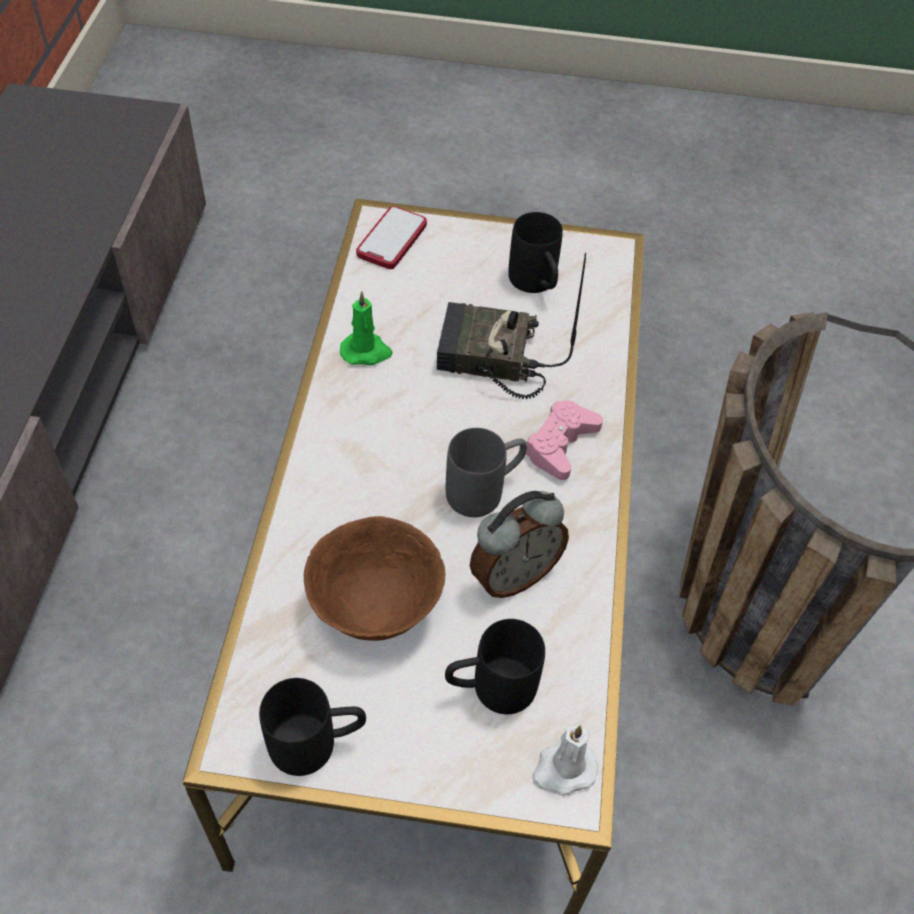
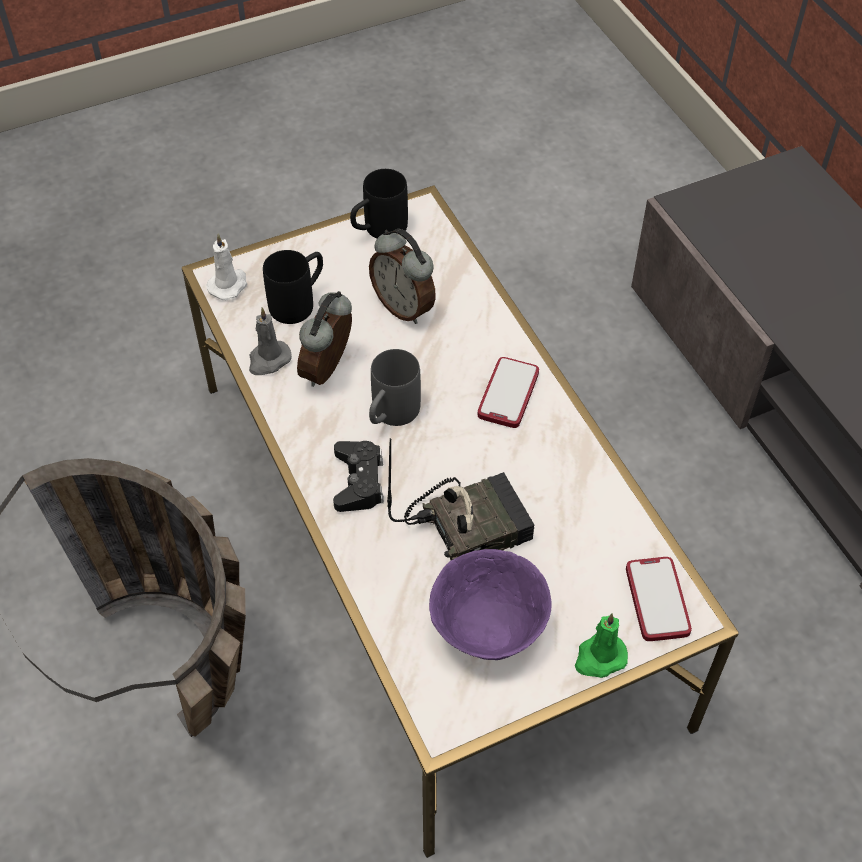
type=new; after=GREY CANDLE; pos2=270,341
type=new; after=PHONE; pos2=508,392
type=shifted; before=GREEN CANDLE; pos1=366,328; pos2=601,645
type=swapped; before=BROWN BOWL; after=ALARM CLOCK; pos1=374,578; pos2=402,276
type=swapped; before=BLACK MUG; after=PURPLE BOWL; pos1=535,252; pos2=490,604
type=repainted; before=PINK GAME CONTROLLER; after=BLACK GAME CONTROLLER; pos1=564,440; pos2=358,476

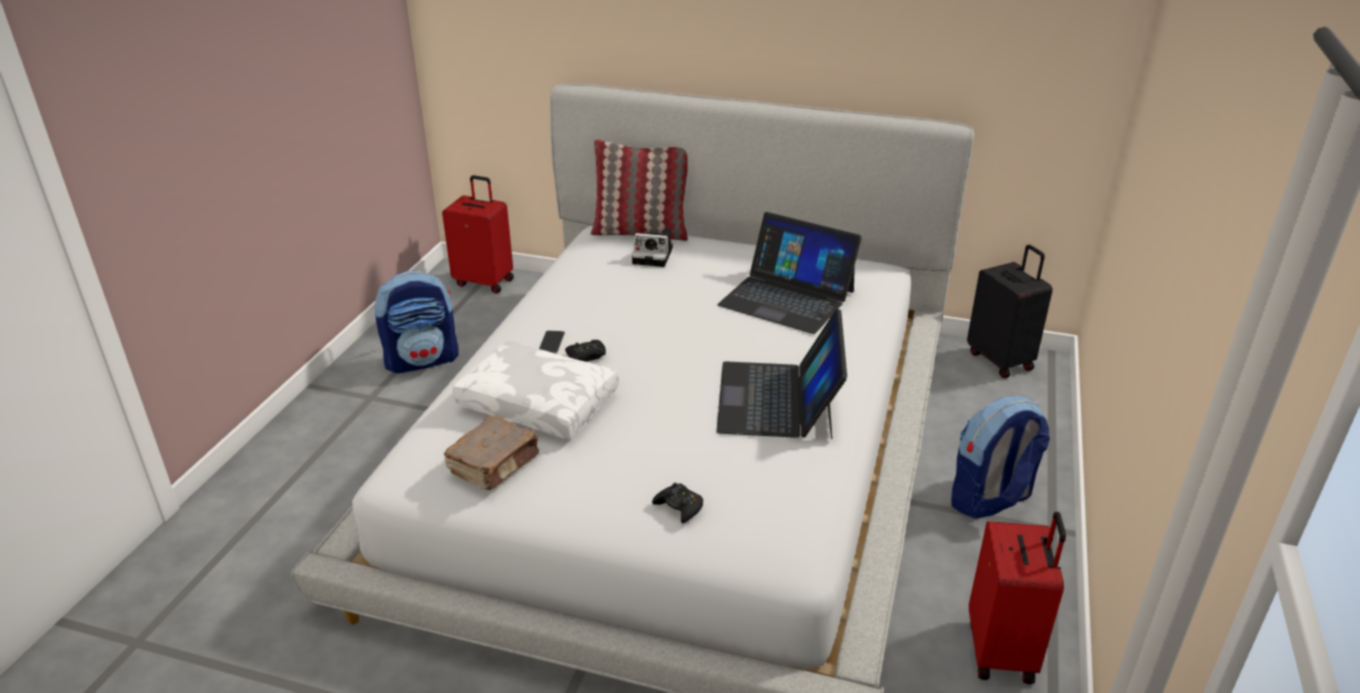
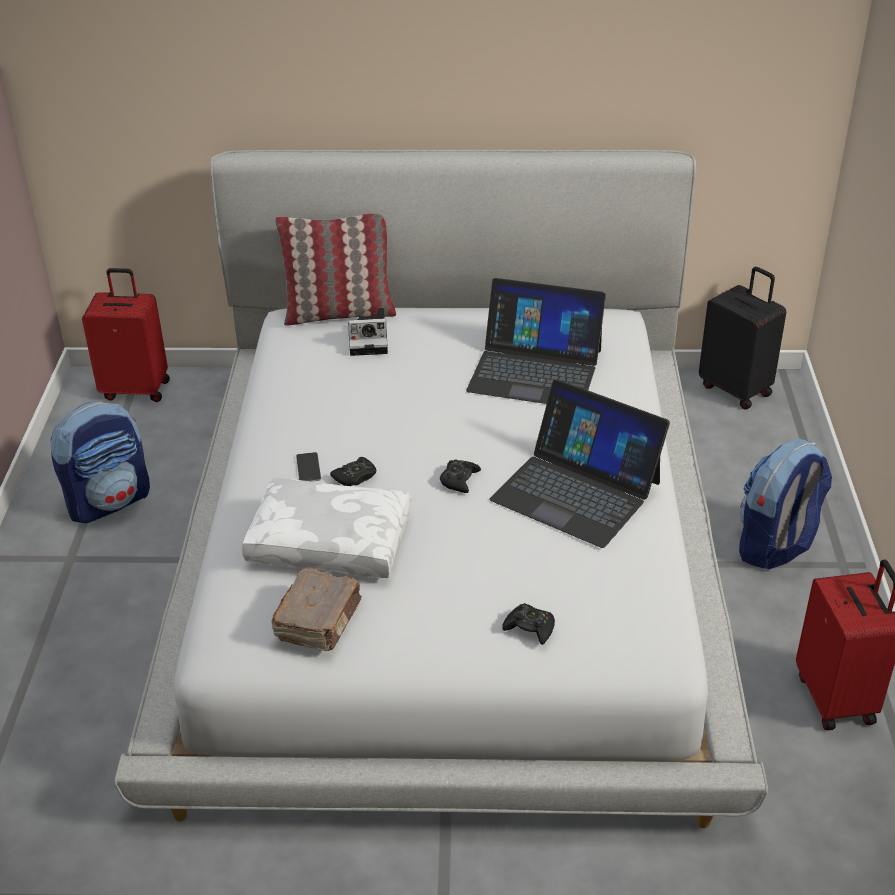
type=new; after=BLACK GAME CONTROLLER; pos2=460,476
type=rotated; before=LAPTOP; pos1=781,373; pos2=579,463; turn=-45

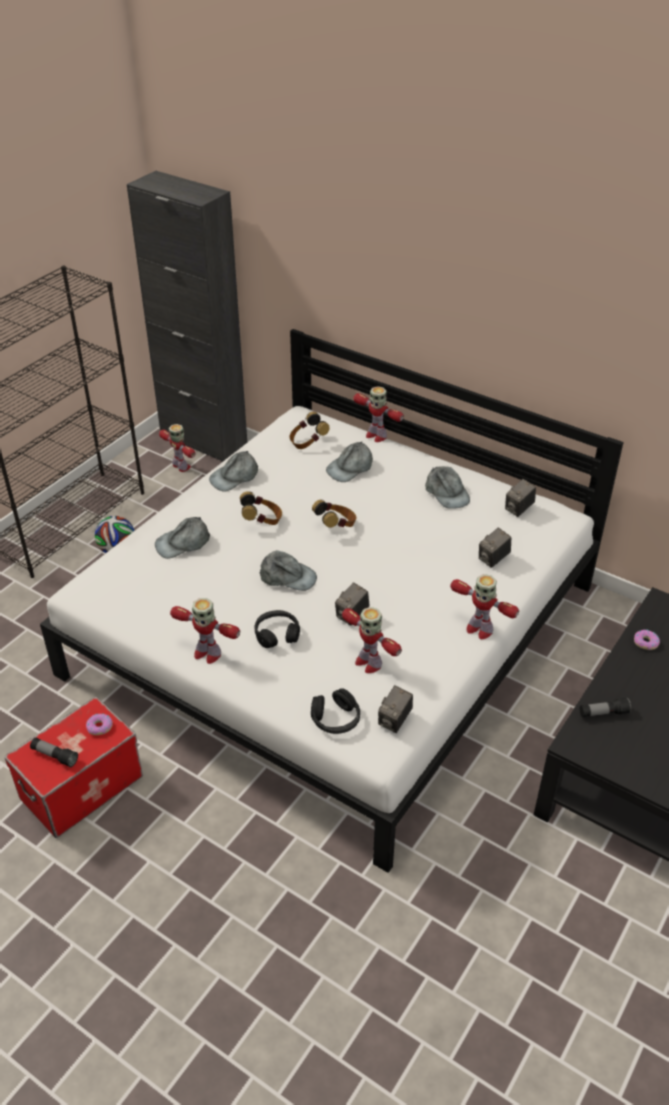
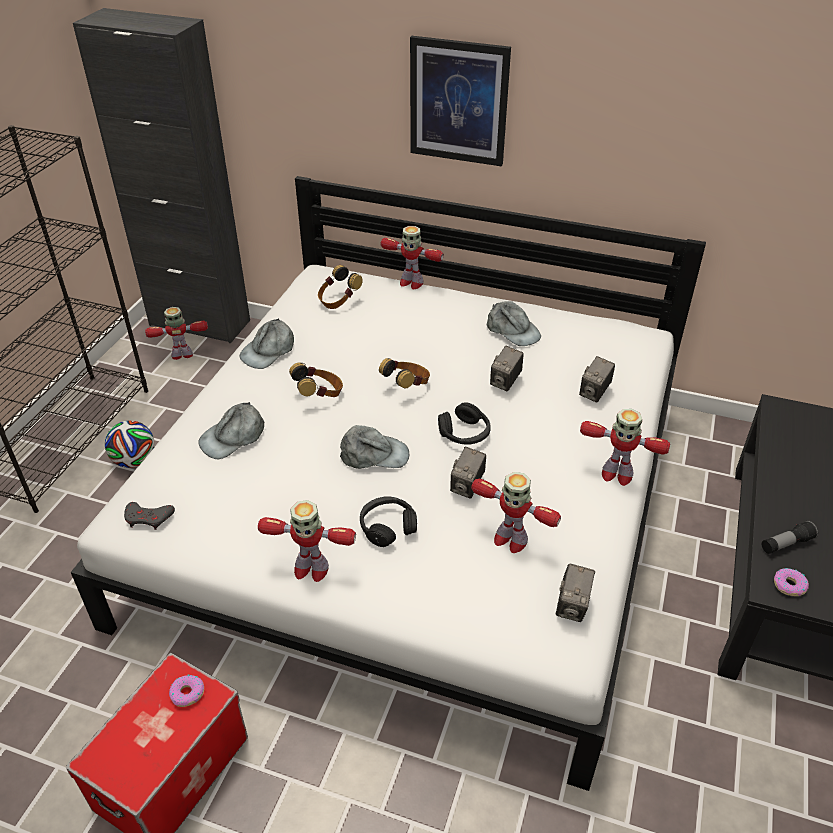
type=gone; before=FLASHLIGHT; pos1=54,752
type=gone; before=GREY CAP; pos1=349,462
type=new; after=GREY GAME CONTROLLER; pos2=149,516
type=new; after=PICTURE; pos2=460,101
type=shifted; before=BLACK HEADPHONES; pos1=335,711; pos2=464,423
type=shifted; before=PHOTO CAMERA; pos1=520,498; pos2=506,369
type=shifted; before=DONUT; pos1=647,640; pos2=791,582
type=rotated; before=TOY ROBOT; pos1=177,448; pos2=176,333; turn=-45

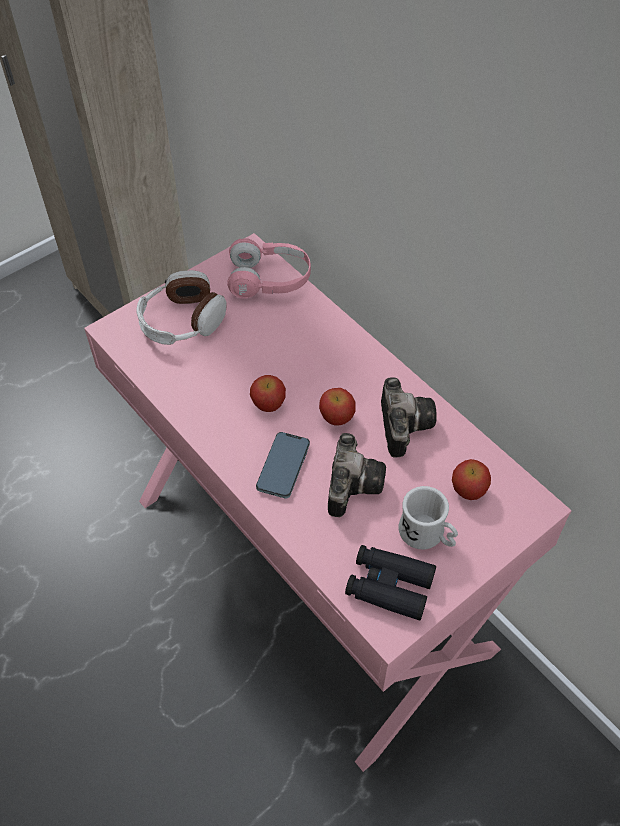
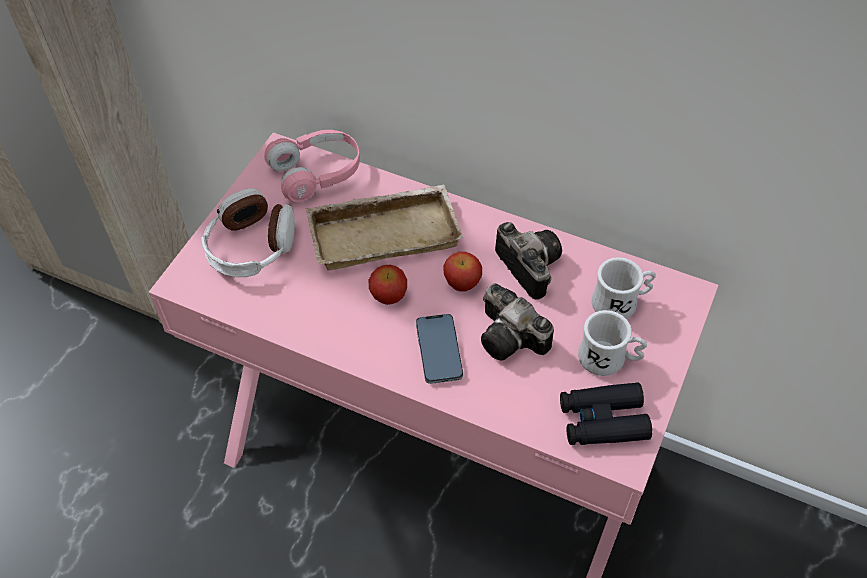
type=new; after=BEIGE TRAY; pos2=384,227
type=swapped; before=APPLE; after=WHITE MUG; pos1=471,479; pos2=624,288
type=rotated; before=PHOTO CAMERA; pos1=357,475; pos2=517,321; turn=150

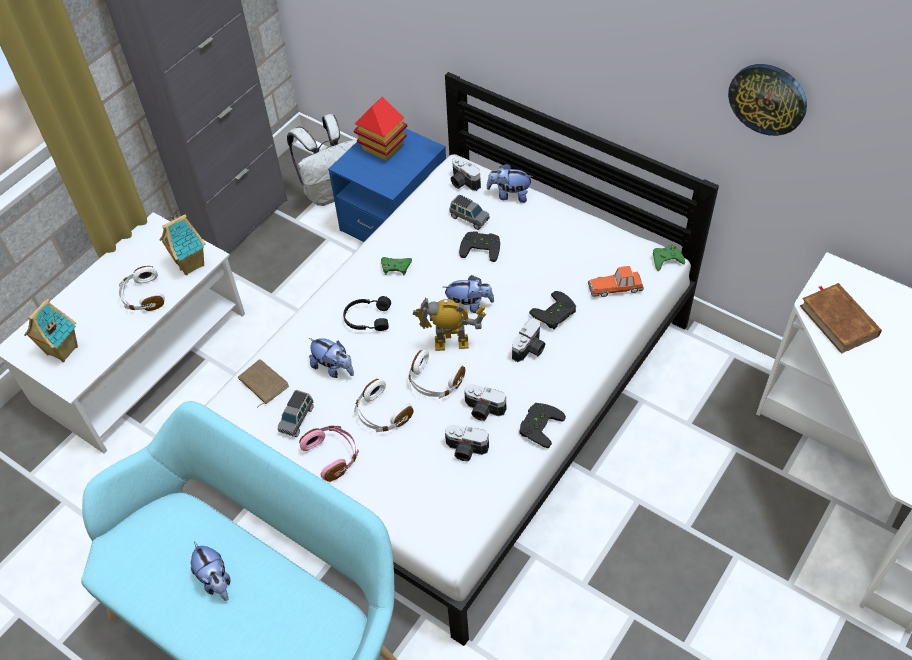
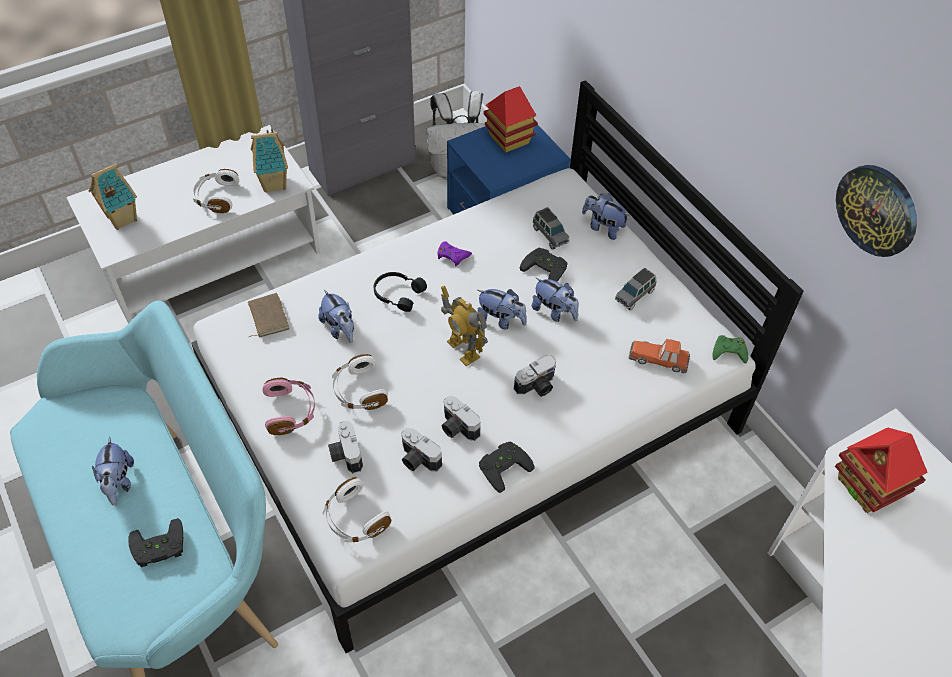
type=new; after=PLUSH TOY; pos2=555,299
type=shifted; before=GREY TOY CAR; pos1=296,413; pos2=636,289
type=shifted; before=WHITE HEADPHONES; pos1=437,374; pos2=357,509
type=shifted; before=PHOTO CAMERA; pos1=466,174; pos2=345,447
type=shifted; before=BLACK GAME CONTROLLER; pos1=552,310; pos2=155,542
type=swapped; before=BROWN BOOK; after=TOY HOUSE; pos1=841,318; pos2=881,470
type=repainted; before=GREEN GAME CONTROLLER; after=PURPLE GAME CONTROLLER; pos1=396,266; pos2=454,253
type=rotated; before=TOY ROBOT; pos1=449,324; pos2=464,325; turn=-150

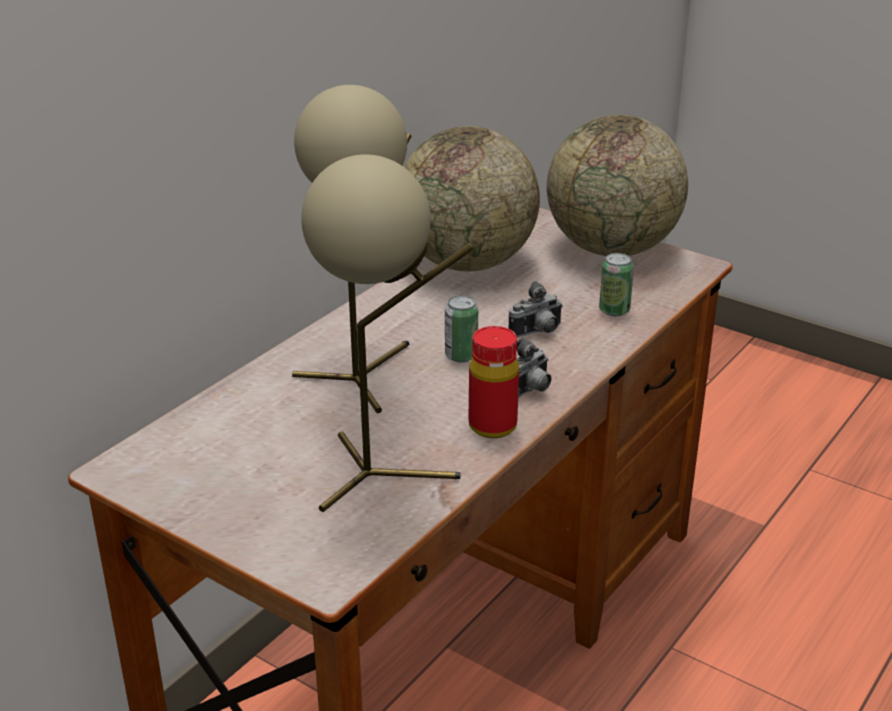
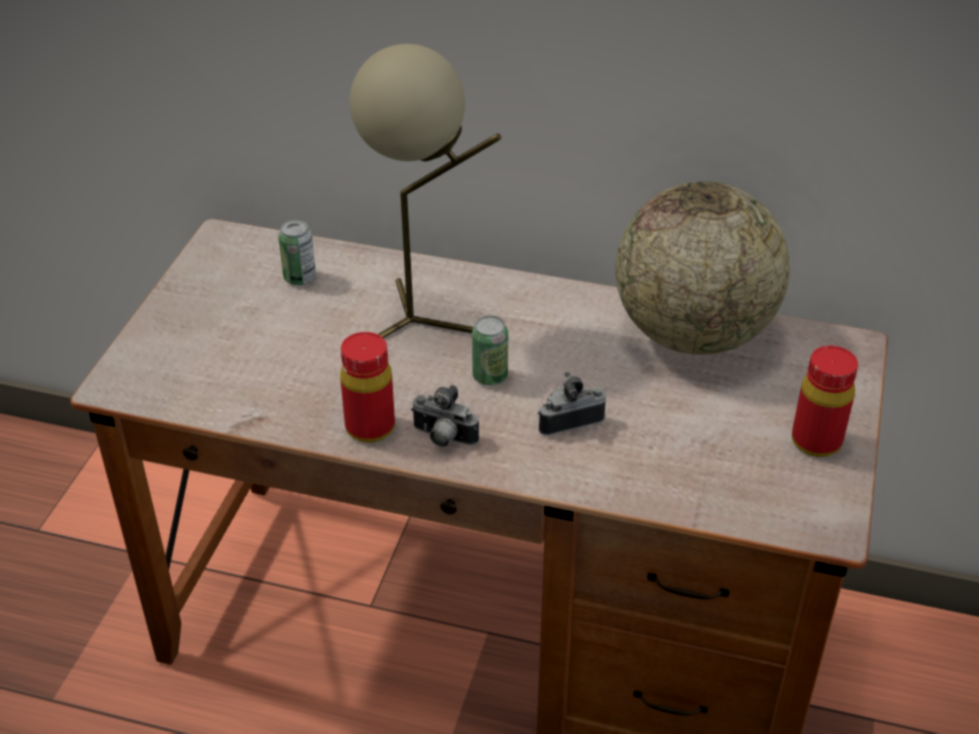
type=gone; before=BEIGE TABLE LAMP; pos1=388,333
type=shifted; before=CAN; pos1=616,284; pos2=297,252
type=swapped; before=GLOBE; after=RED BOTTLE; pos1=617,185; pos2=825,401
type=rotated; before=PHOTO CAMERA; pos1=536,309; pos2=572,404; turn=120

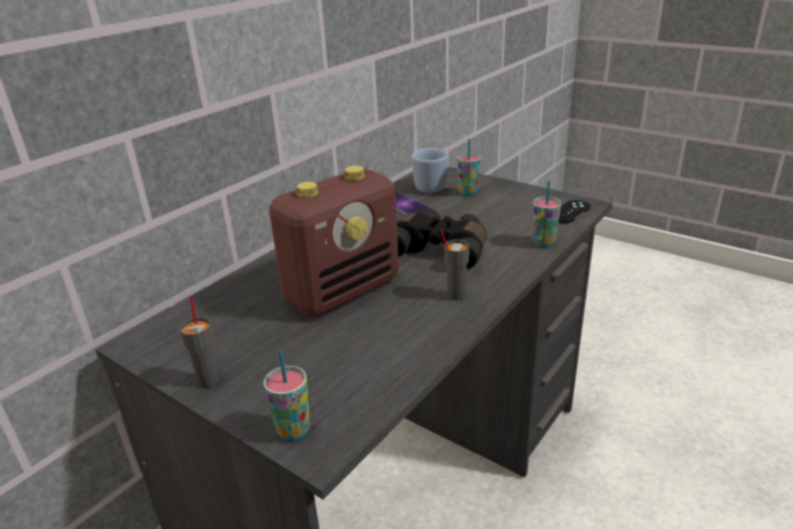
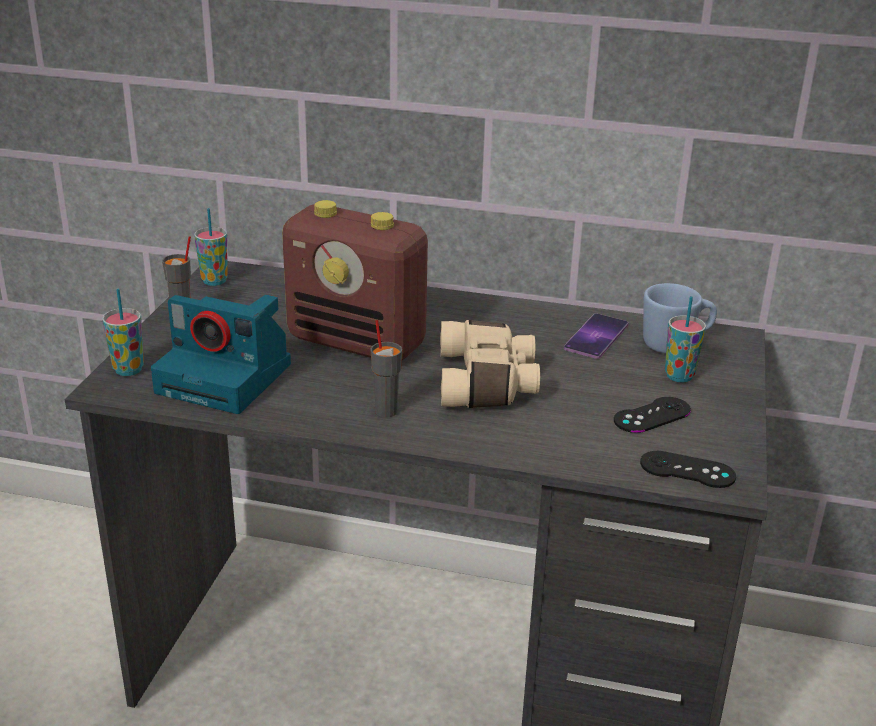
type=new; after=PHOTO CAMERA; pos2=221,354
type=new; after=BLACK GAME CONTROLLER; pos2=652,415
type=shifted; before=CUP; pos1=546,214; pos2=211,247
type=repainted; before=BLACK BINOCULARS; after=BEIGE BINOCULARS; pos1=442,239; pos2=490,364

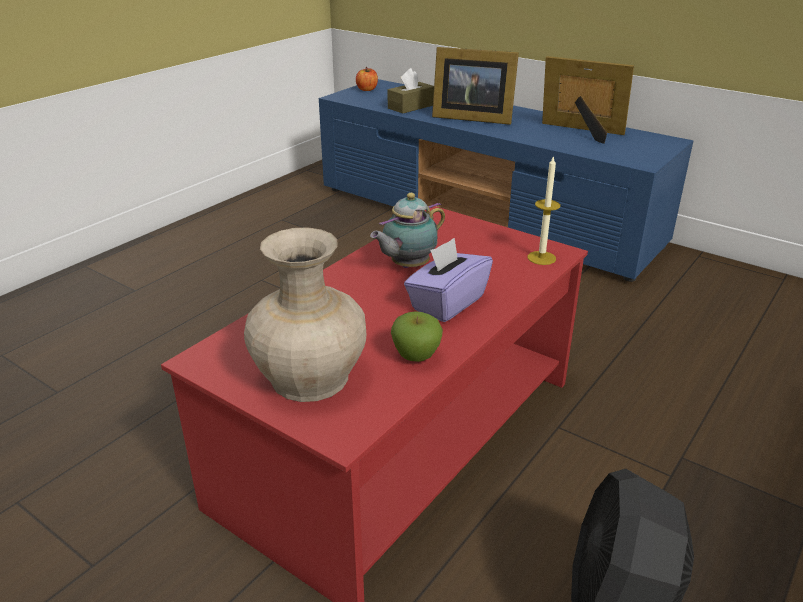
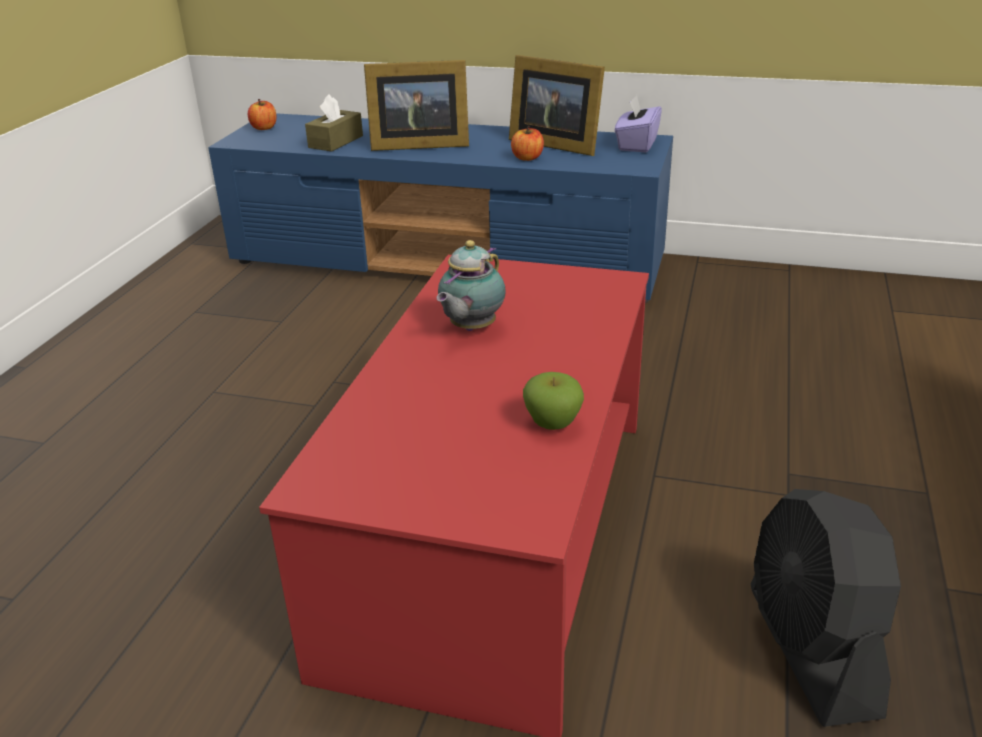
type=gone; before=BEIGE VASE; pos1=305,314
type=gone; before=CANDLE; pos1=544,210
type=new; after=APPLE; pos2=527,143
type=shifted; before=PURPLE TISSUE BOX; pos1=448,280; pos2=638,123
type=rotated; before=PICTURE FRAME; pos1=588,100; pos2=557,105; turn=-150

